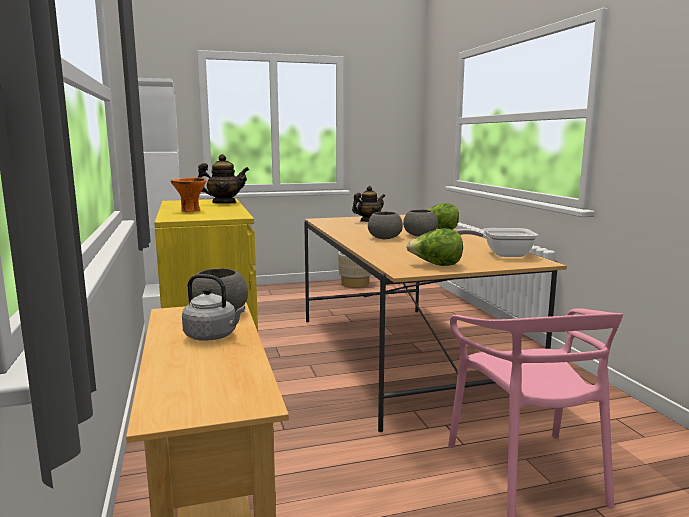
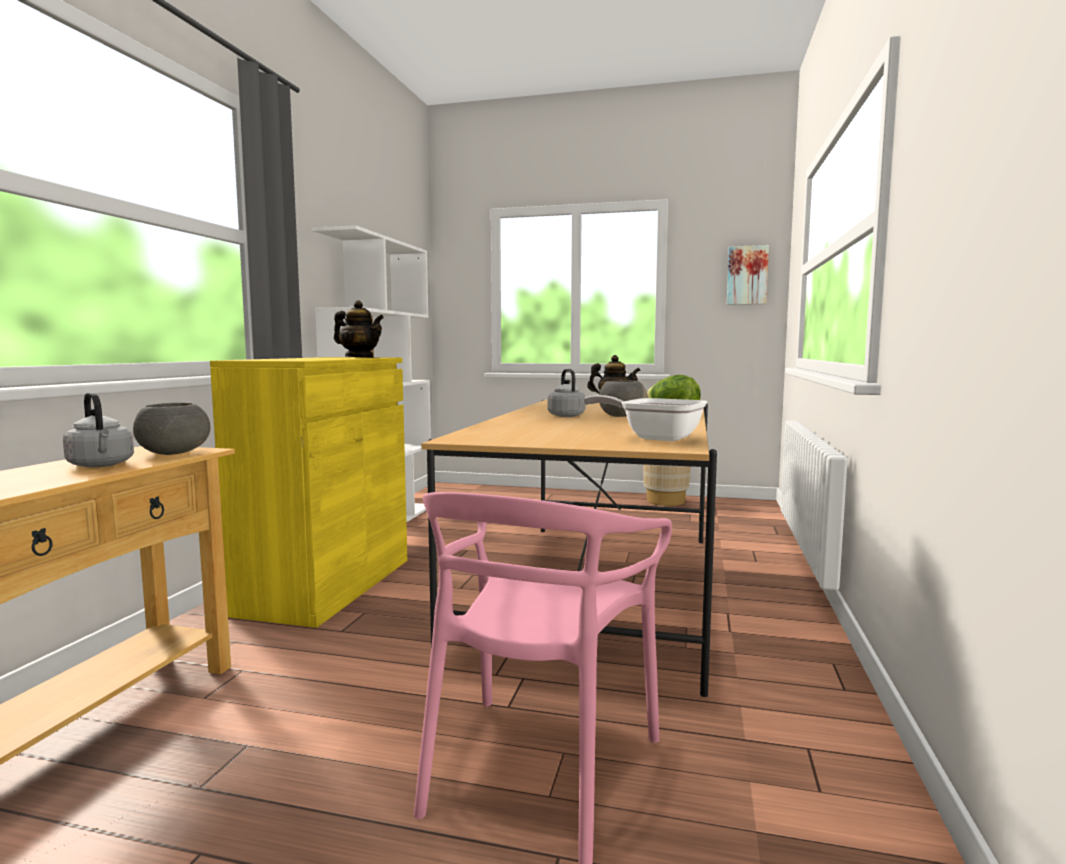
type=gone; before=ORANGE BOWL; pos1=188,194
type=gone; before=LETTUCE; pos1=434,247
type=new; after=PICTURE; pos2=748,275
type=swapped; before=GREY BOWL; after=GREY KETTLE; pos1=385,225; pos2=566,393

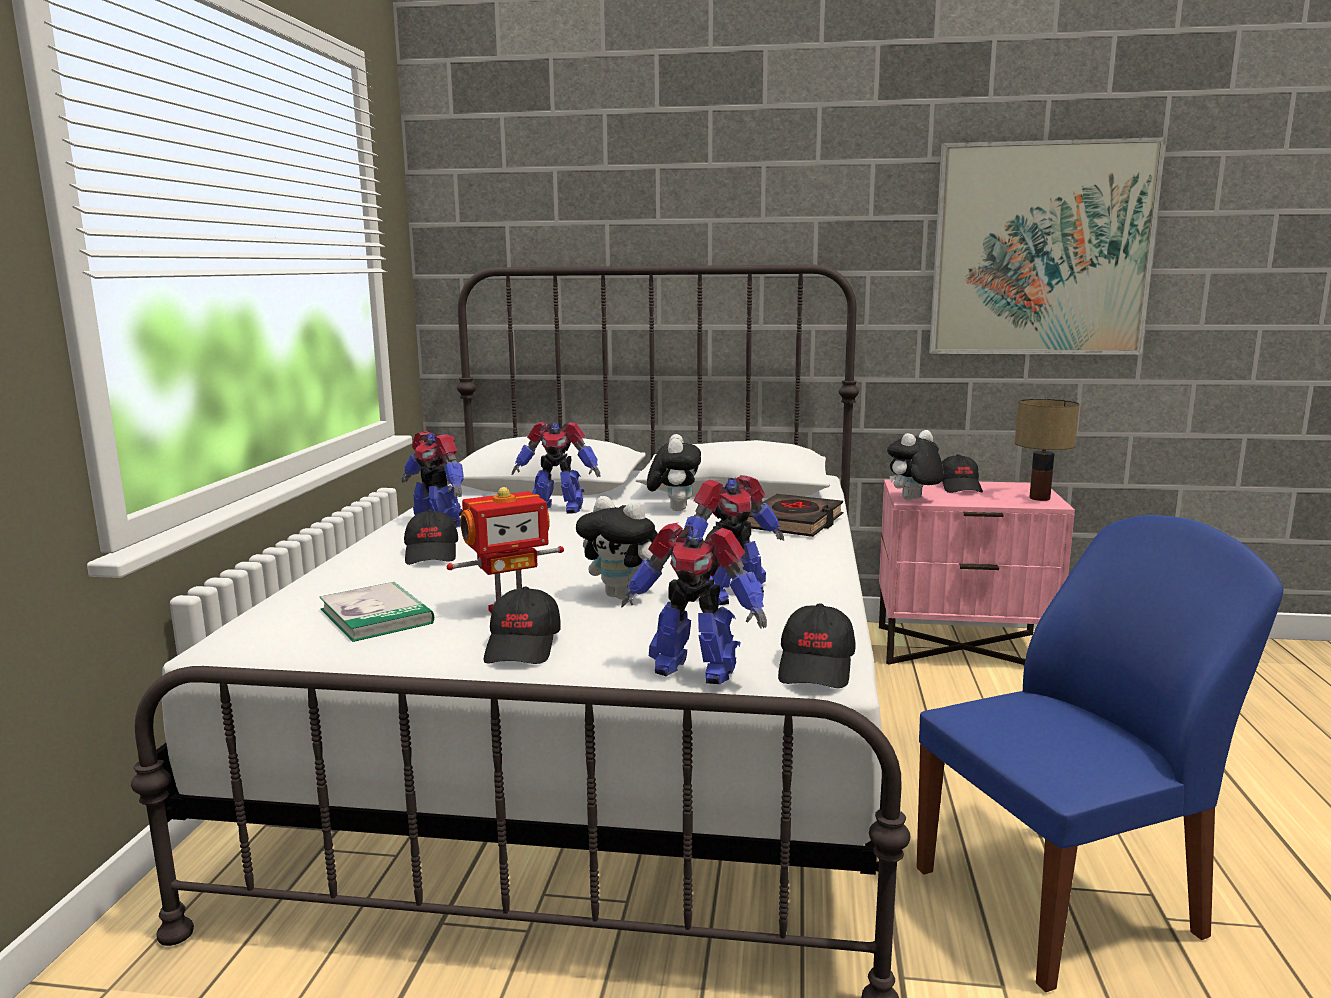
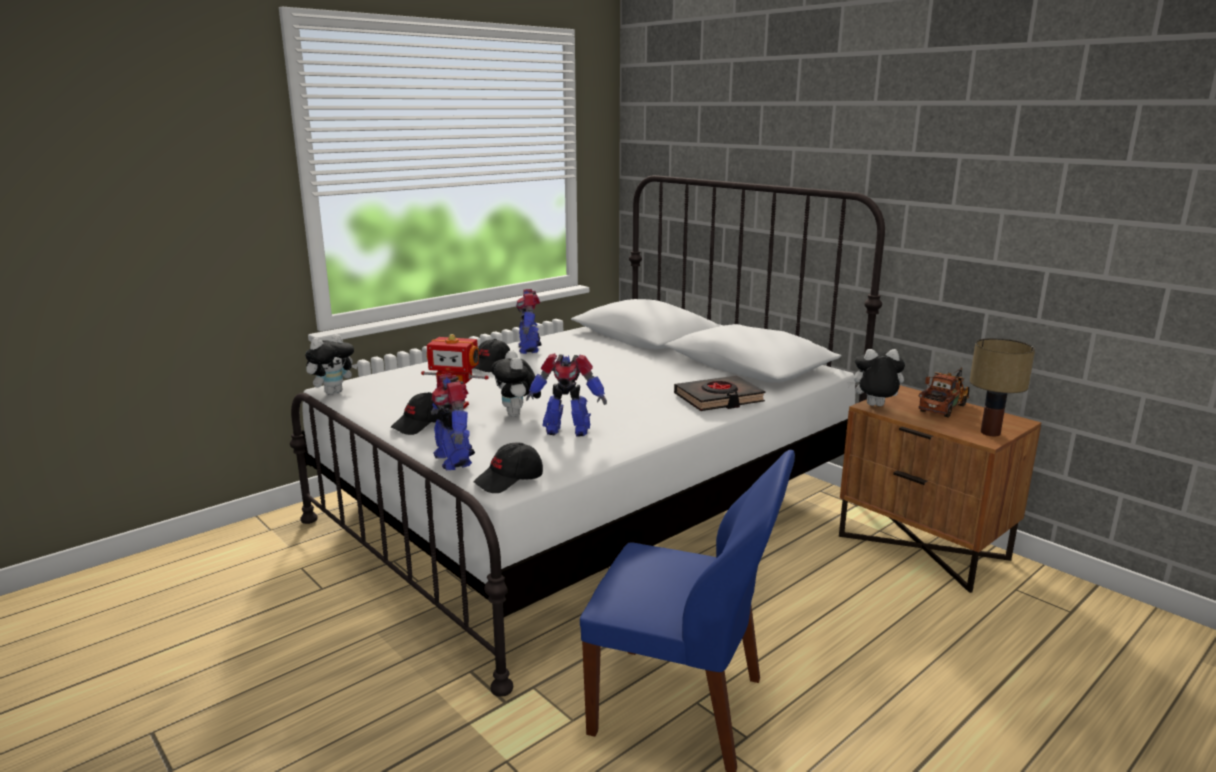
type=gone; before=BOOK; pos1=377,612
type=gone; before=TOY ROBOT; pos1=556,467
type=gone; before=PICTURE; pos1=1047,246
type=shifted; before=PLUSH TOY; pos1=674,472; pos2=331,364
type=swapped; before=BLACK CAP; after=TOY TRUCK; pos1=962,473; pos2=943,392
type=repainted; before=PINK NIGHTSTAND; after=BROWN NIGHTSTAND; pos1=977,572; pos2=940,489

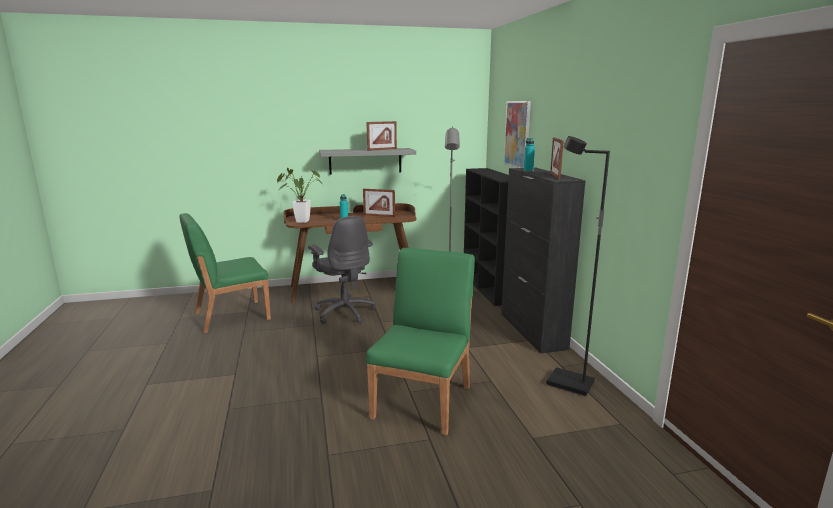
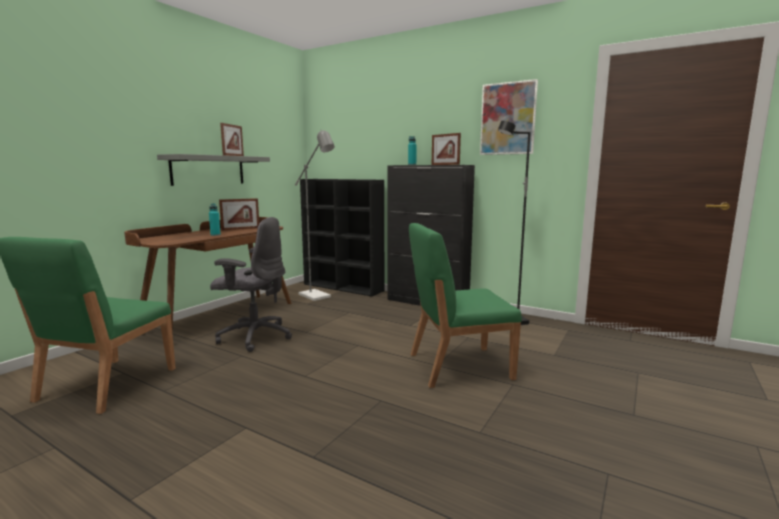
type=gone; before=POTTED PLANT; pos1=300,195
type=shifted; before=PICTURE; pos1=517,134; pos2=509,117
type=rotated; before=GREEN CHAIR; pos1=420,342; pos2=465,305; turn=-75

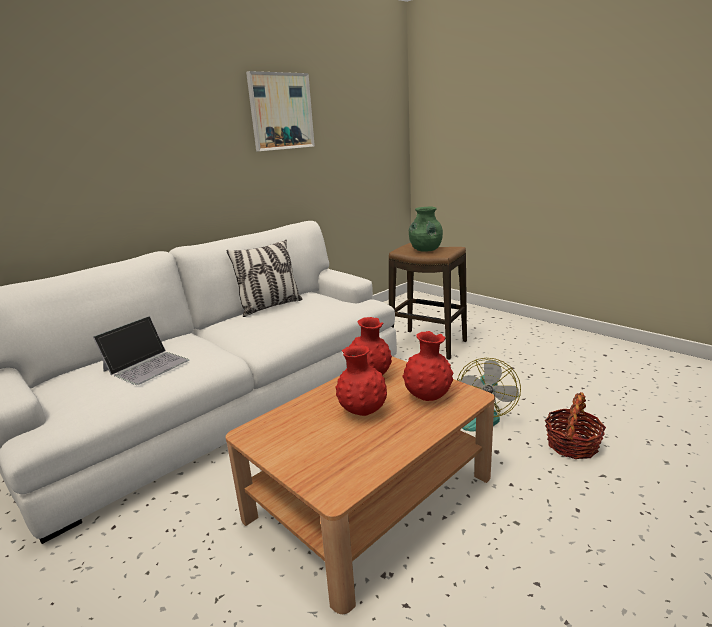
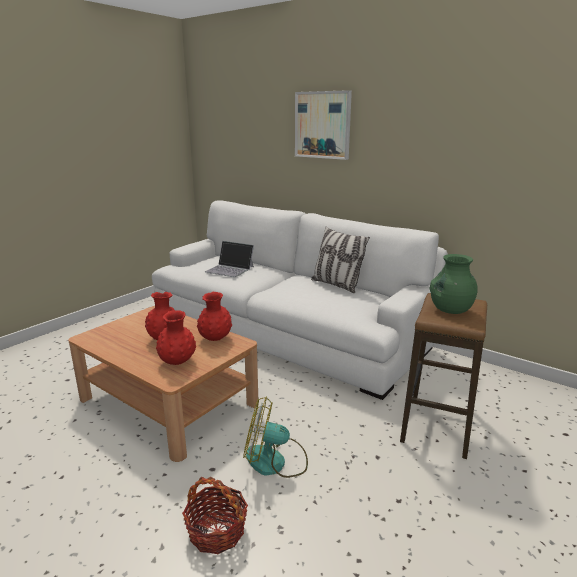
type=shifted; before=PICTURE; pos1=280,111; pos2=323,125

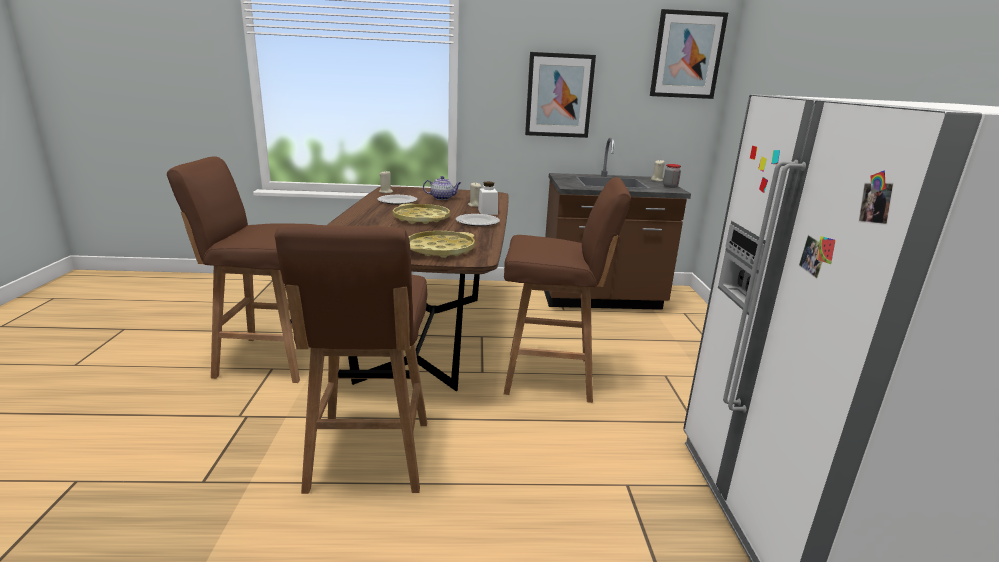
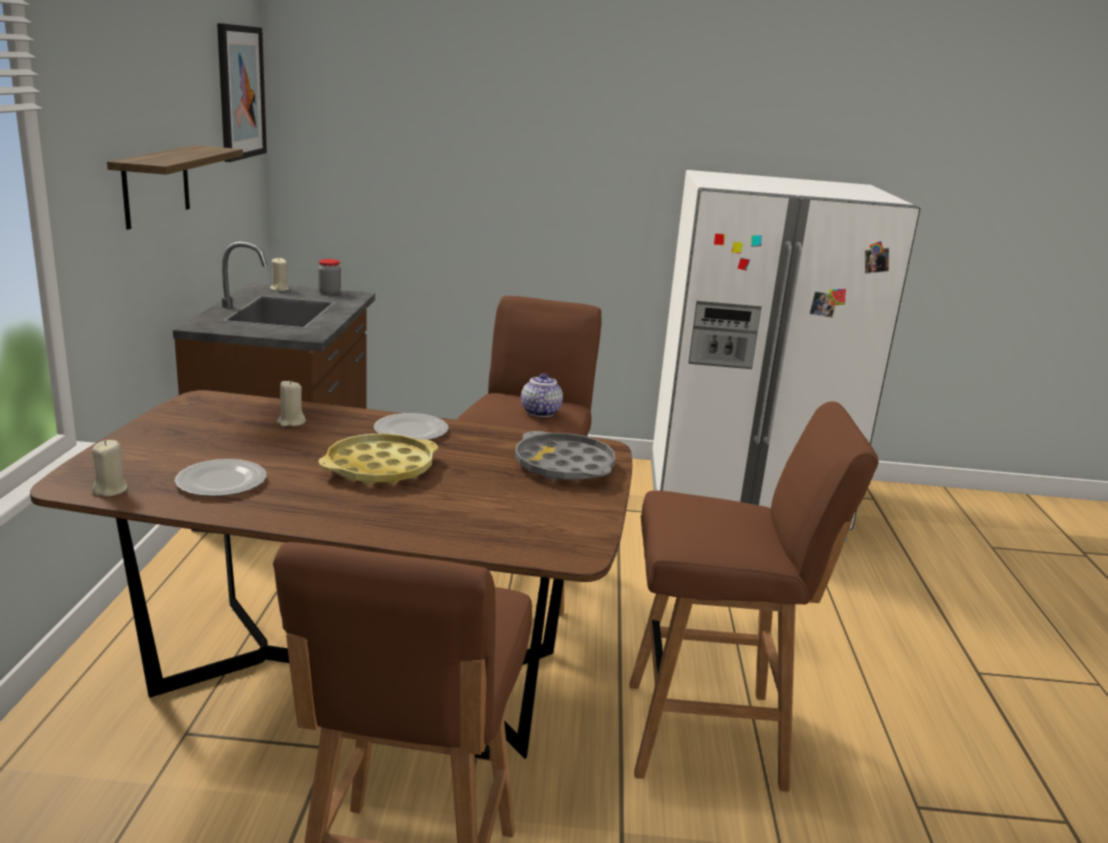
type=gone; before=WHITE JAR; pos1=488,198
type=shifted; before=TEAPOT; pos1=442,188; pos2=542,395
type=swapped; before=PICTURE; after=SHELF; pos1=560,95; pos2=175,187
type=repainted; before=YELLOW TRAY; after=GREY TRAY; pos1=442,244; pos2=565,456

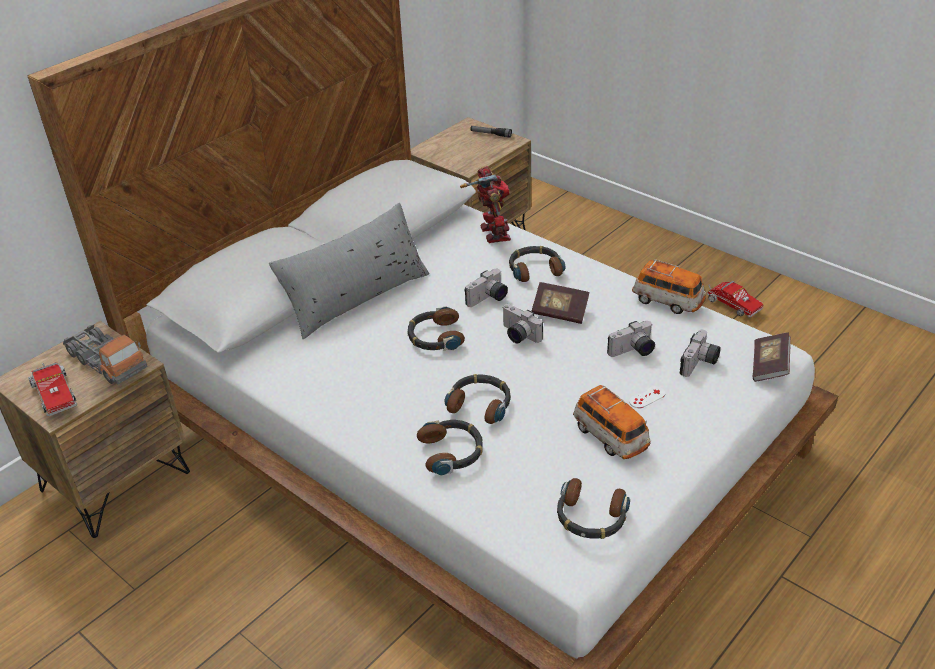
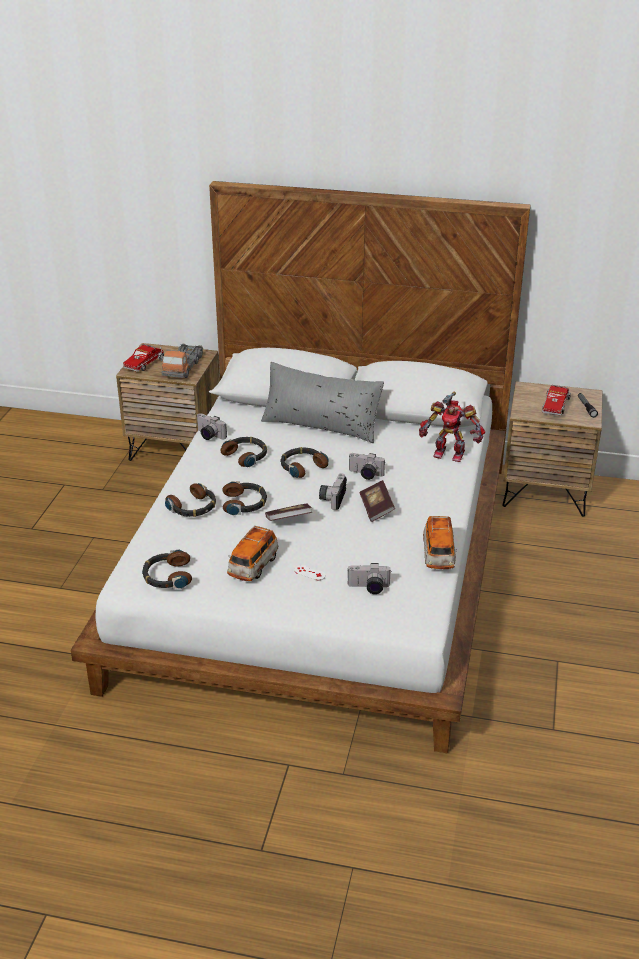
type=shifted; before=HEADPHONES; pos1=537,264; pos2=243,452
type=shifted; before=PHOTO CAMERA; pos1=631,339; pos2=212,426
type=shifted; before=TOY TRUCK; pos1=735,299; pos2=556,400
type=shifted; before=BOOK; pos1=772,357; pos2=288,512
type=rotated; before=TOY ROBOT; pos1=485,204; pos2=452,426; turn=60

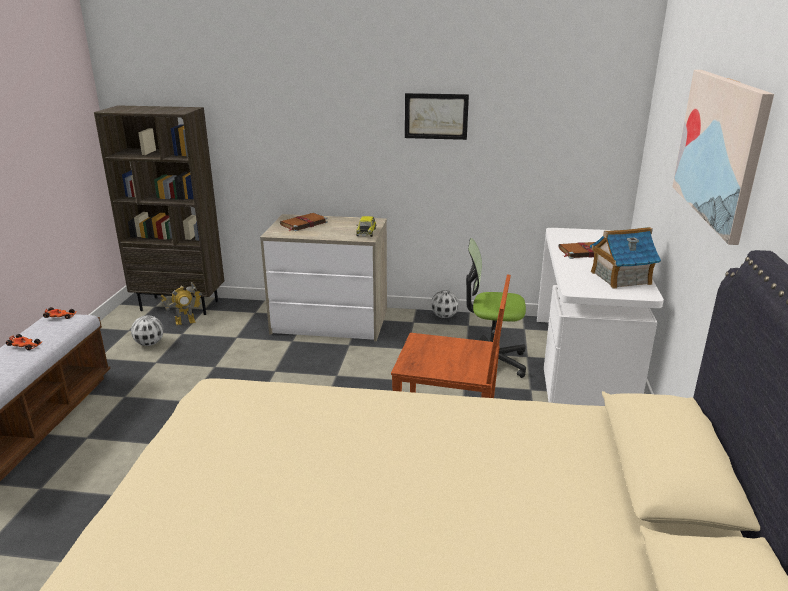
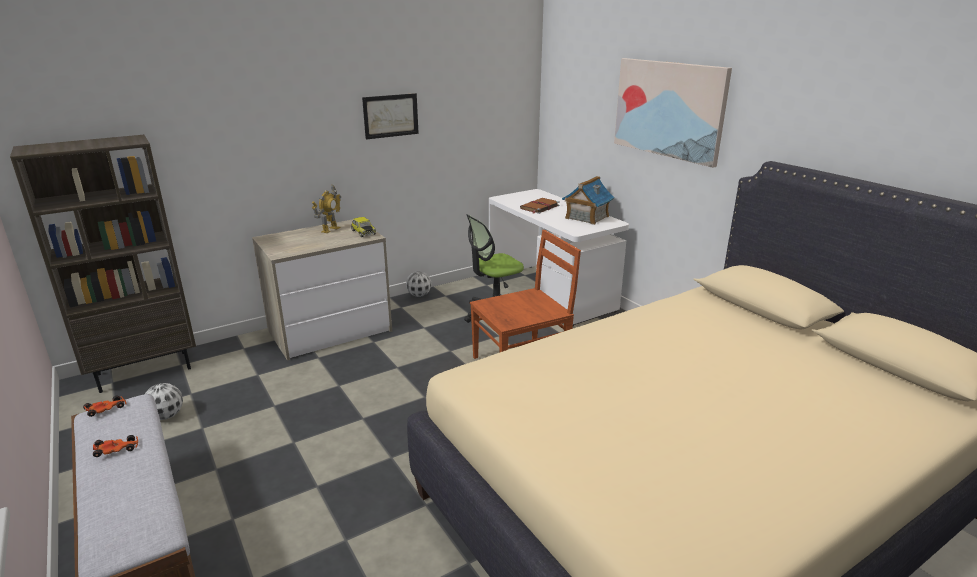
type=gone; before=BROWN BOOK; pos1=304,222
type=shifted; before=TOY ROBOT; pos1=181,303; pos2=326,209

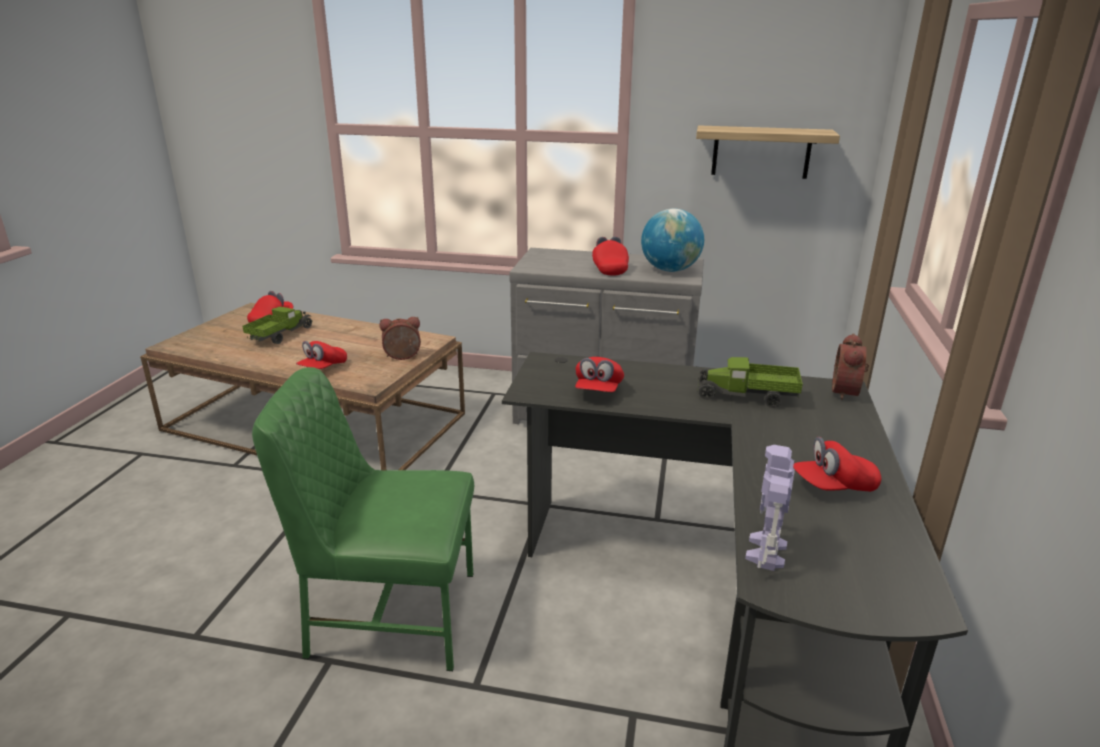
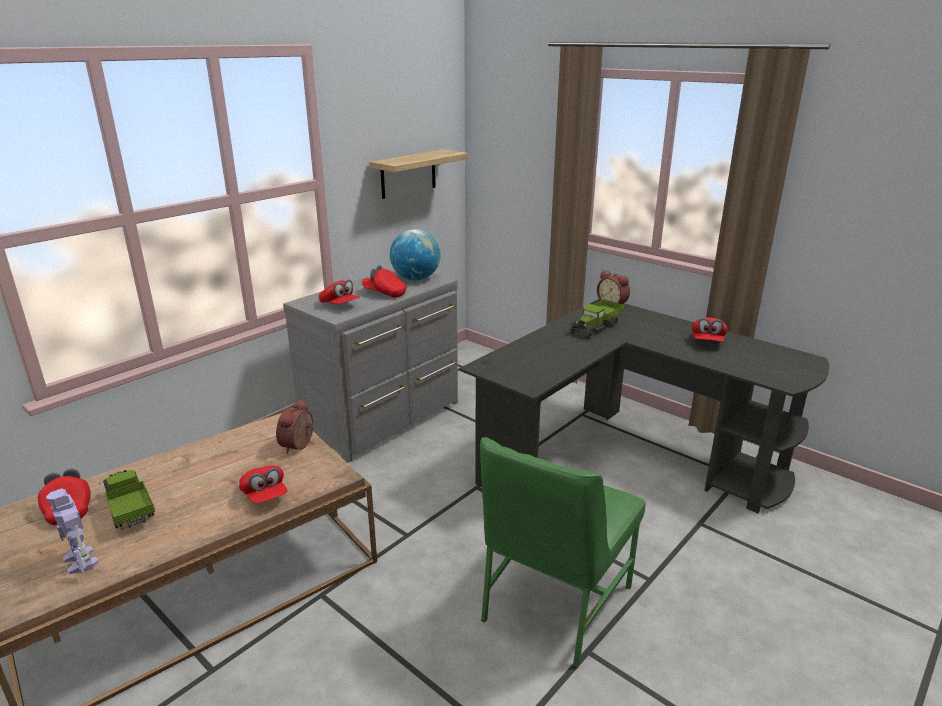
type=shifted; before=RED CAP; pos1=599,374; pos2=339,292
type=shifted; before=TOY ROBOT; pos1=770,508; pos2=72,531

